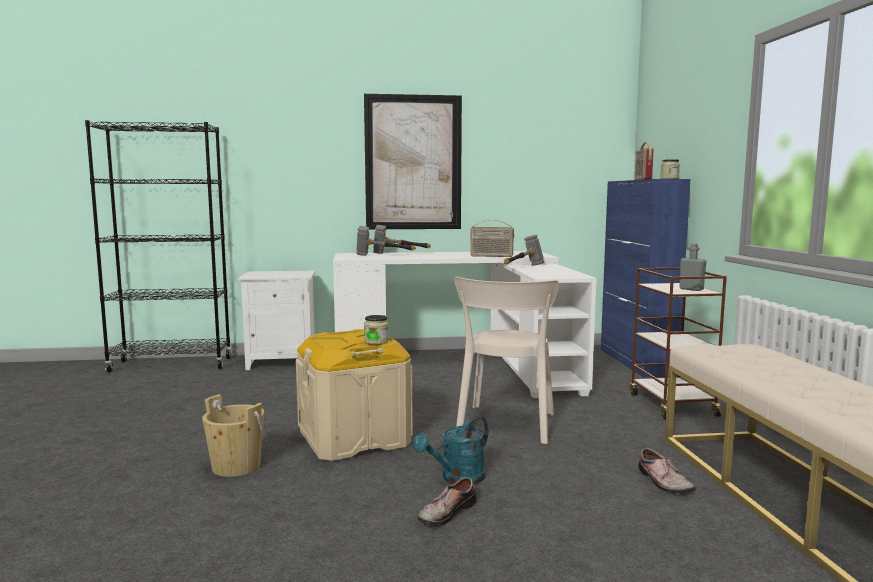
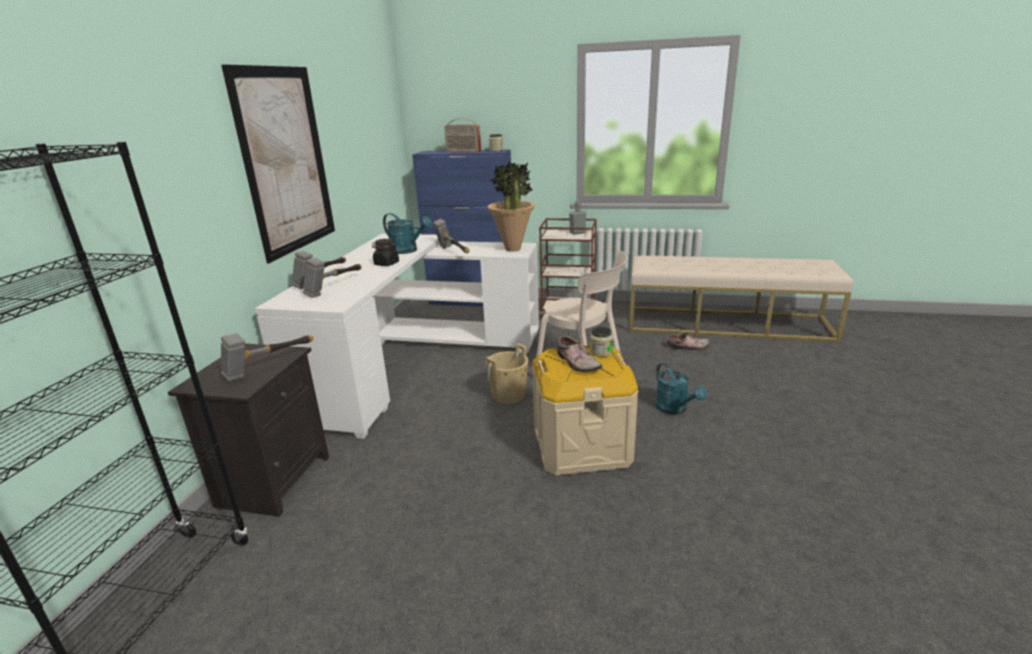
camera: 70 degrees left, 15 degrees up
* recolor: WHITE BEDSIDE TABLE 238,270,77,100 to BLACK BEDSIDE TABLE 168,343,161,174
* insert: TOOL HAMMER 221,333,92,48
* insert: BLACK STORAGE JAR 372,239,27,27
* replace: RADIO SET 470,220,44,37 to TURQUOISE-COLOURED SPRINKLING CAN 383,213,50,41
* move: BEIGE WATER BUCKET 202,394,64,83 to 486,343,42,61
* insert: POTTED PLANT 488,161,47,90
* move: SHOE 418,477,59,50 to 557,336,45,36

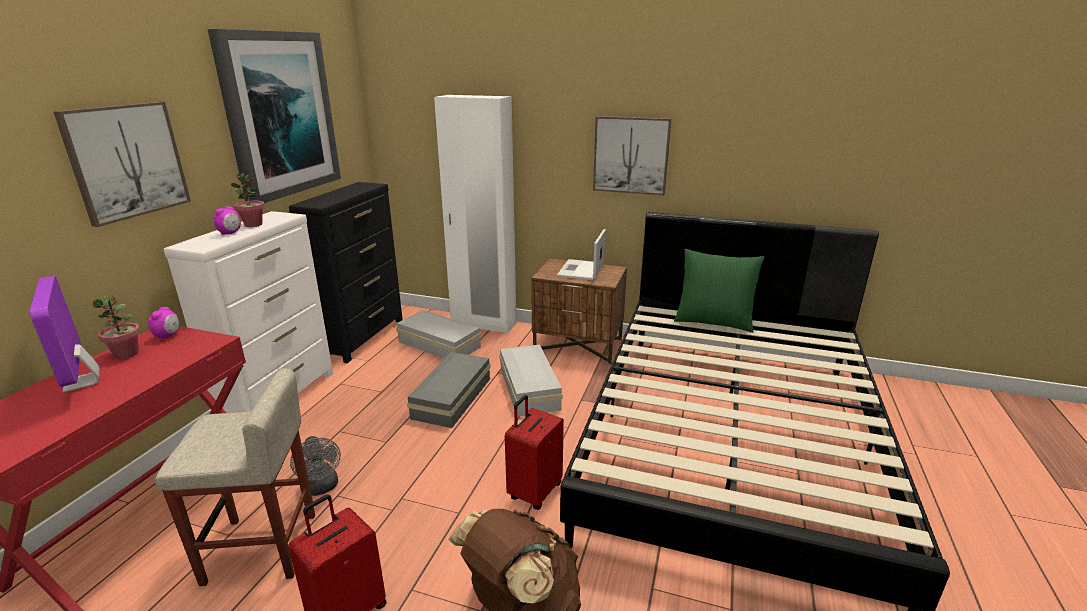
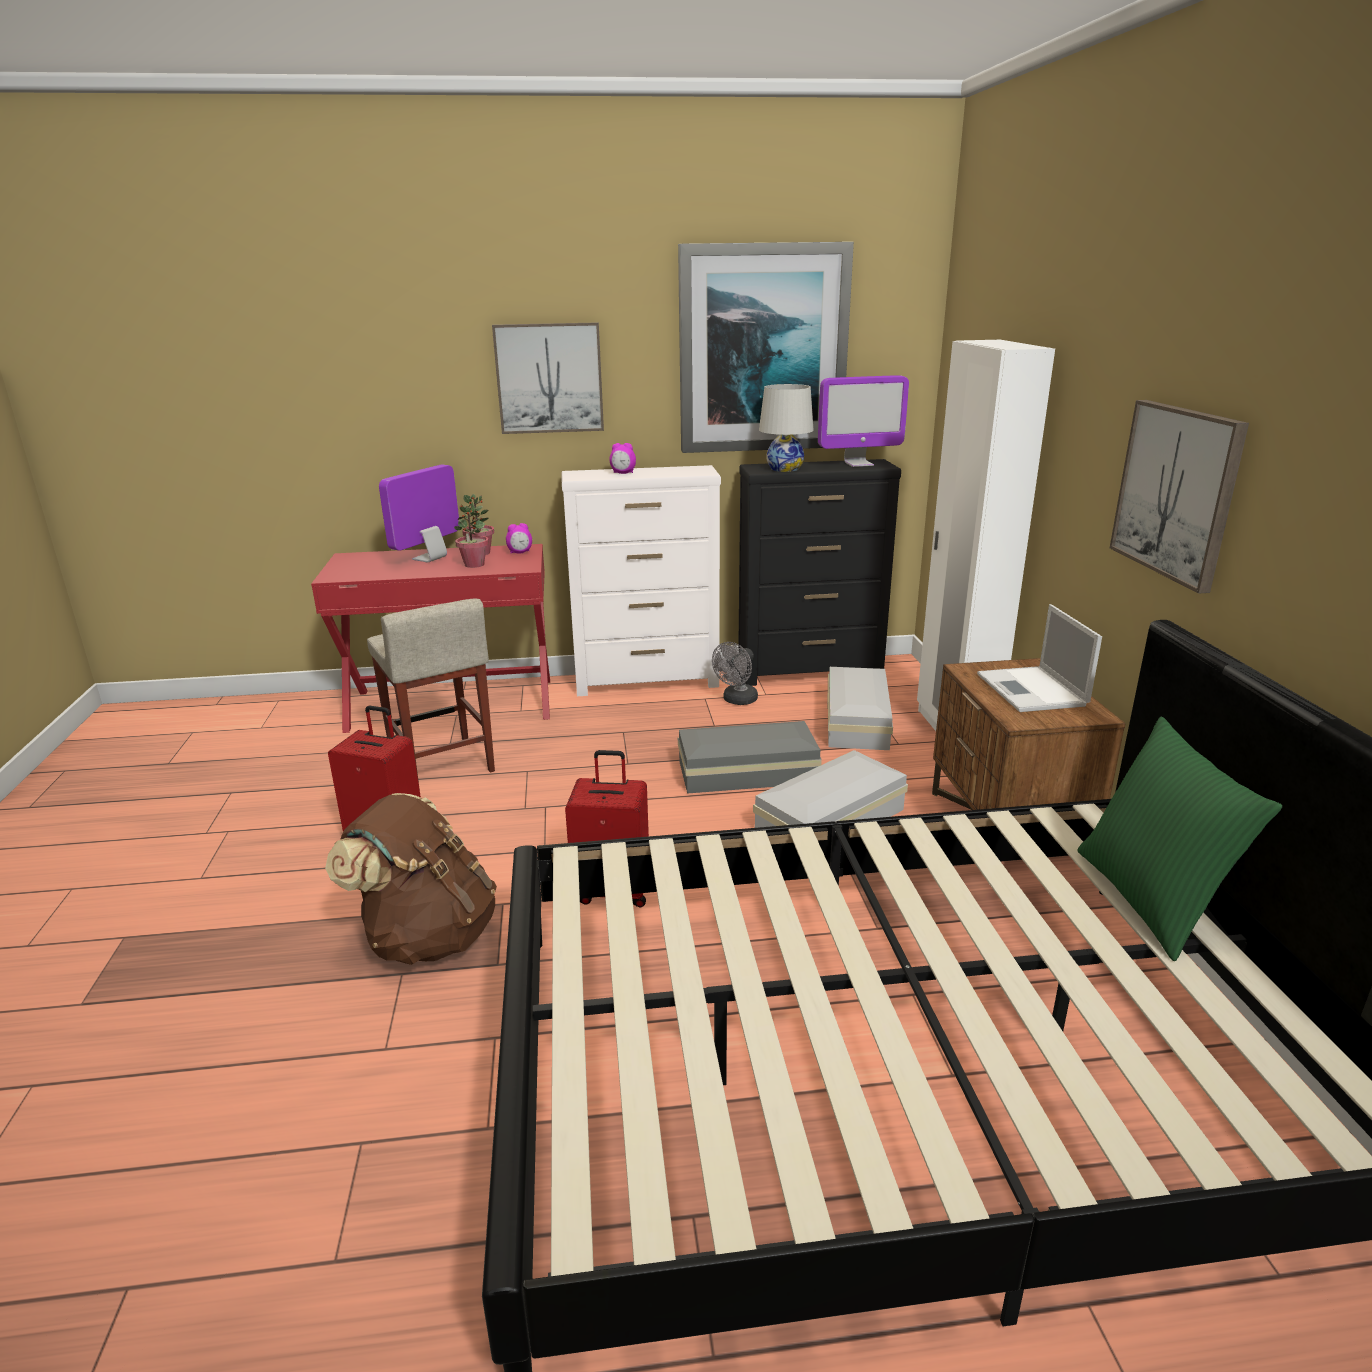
camera: 65 degrees right, 0 degrees up
* move: POTTED PLANT 231,173,34,54 to 454,502,35,66
* move: GREY FAN 290,436,51,60 to 712,642,46,63
* insert: WHITE TABLE LAMP 759,384,54,88
* insert: MONITOR 818,375,91,92
* rotate: PORTABLE COMPUTER 557,229,49,52 = 977,604,125,108 90 degrees counterclockwise

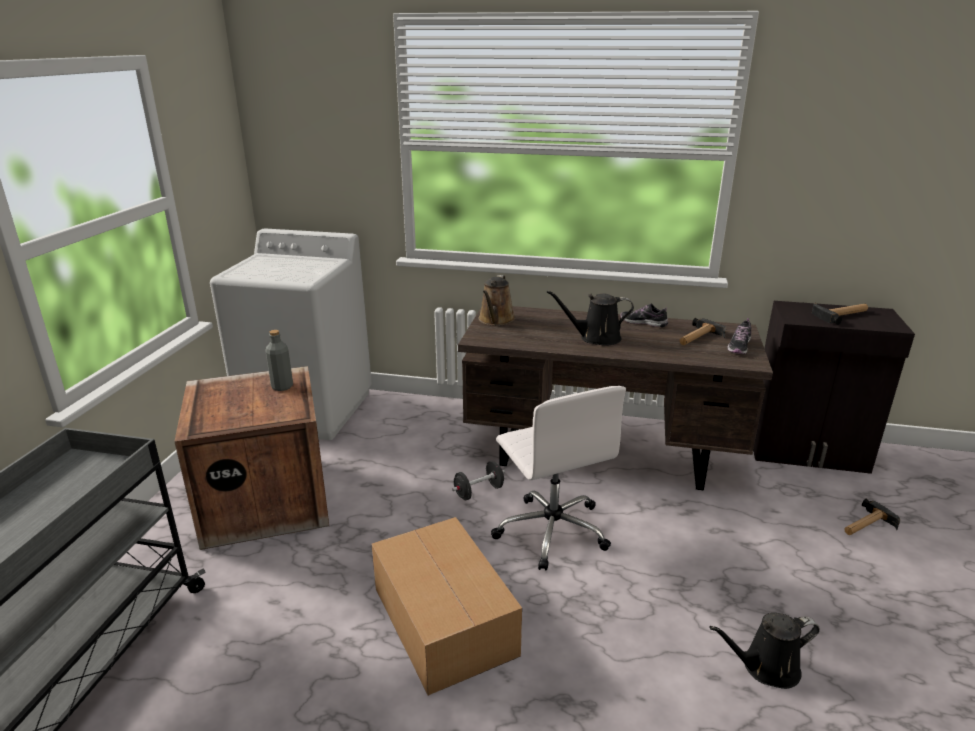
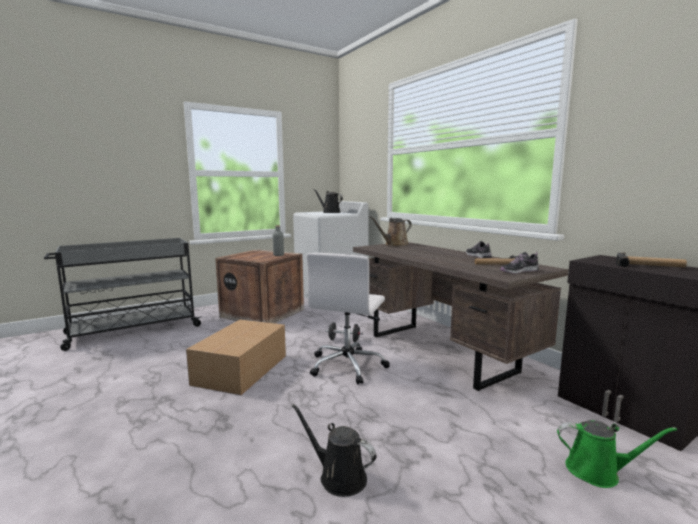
camera: 45 degrees right, 15 degrees down
* move: BLACK SPRINKLING CAN 547,291,87,55 to 314,189,29,24
* replace: TOOL HAMMER 844,499,56,36 to GREEN SPRINKLING CAN 557,420,120,68

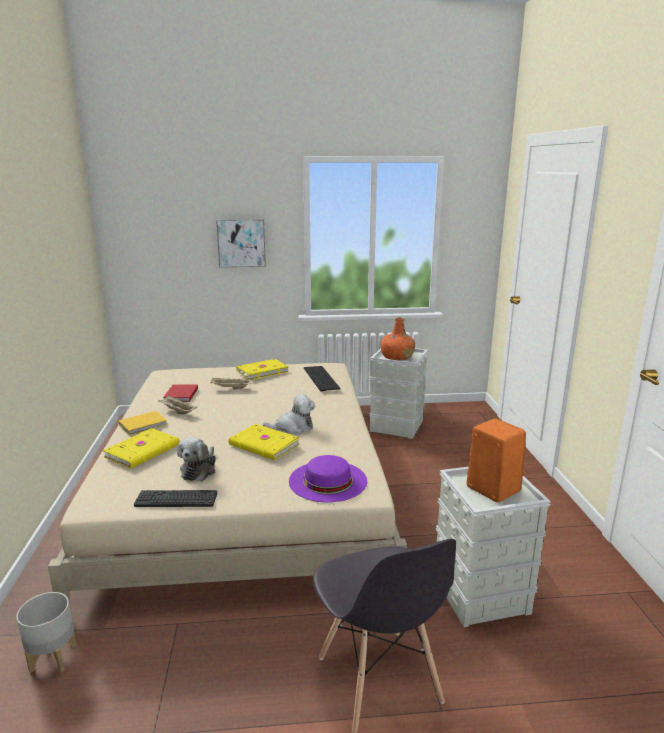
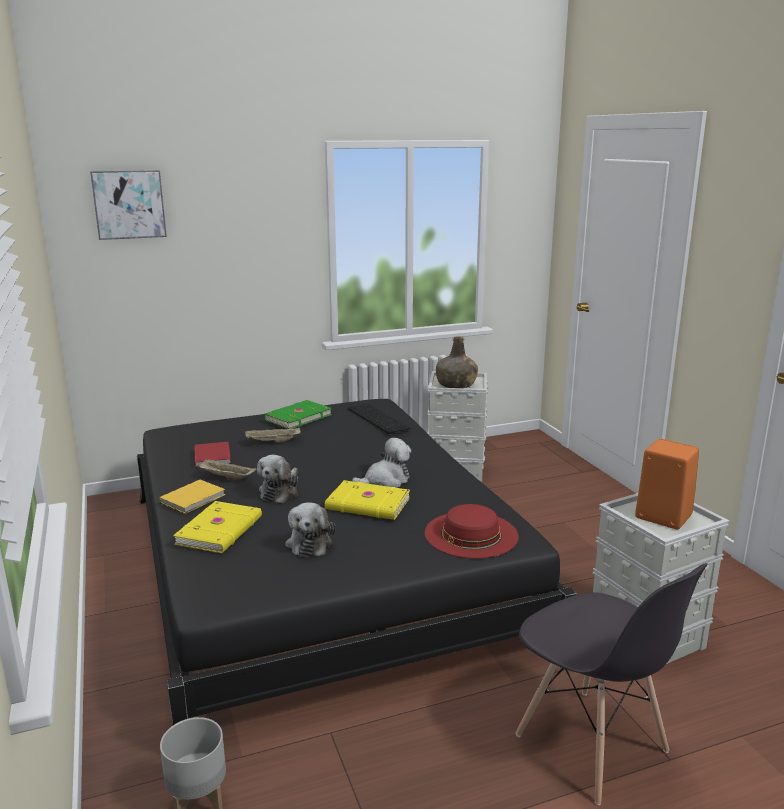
camera: 15 degrees left, 0 degrees up
* move: PICTURE 216,219,50,48 to 90,170,77,70
* recolor: BEIGE BED 48,363,359,240 to BLACK BED 137,399,440,327
* insert: CUDDLY TOY 257,455,41,48
* recolor: YELLOW BOOK 236,359,53,21 to GREEN BOOK 264,400,68,29
* recolor: PURPLE-COLOURED HAT 289,455,78,47 to RED HAT 425,504,94,54
* recolor: ORANGE-COLOURED BOTTLE 381,317,34,43 to GREEN BOTTLE 436,336,42,52
* delete: COMPUTER KEYBOARD 134,490,83,17

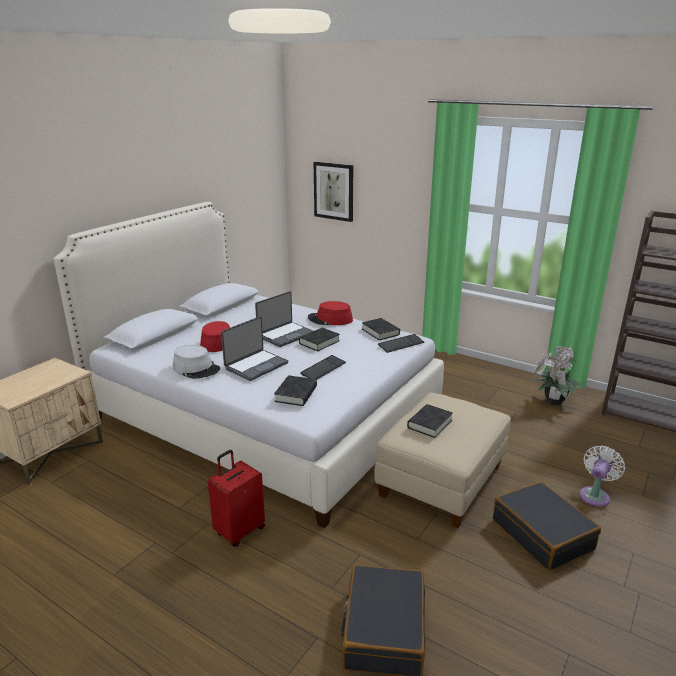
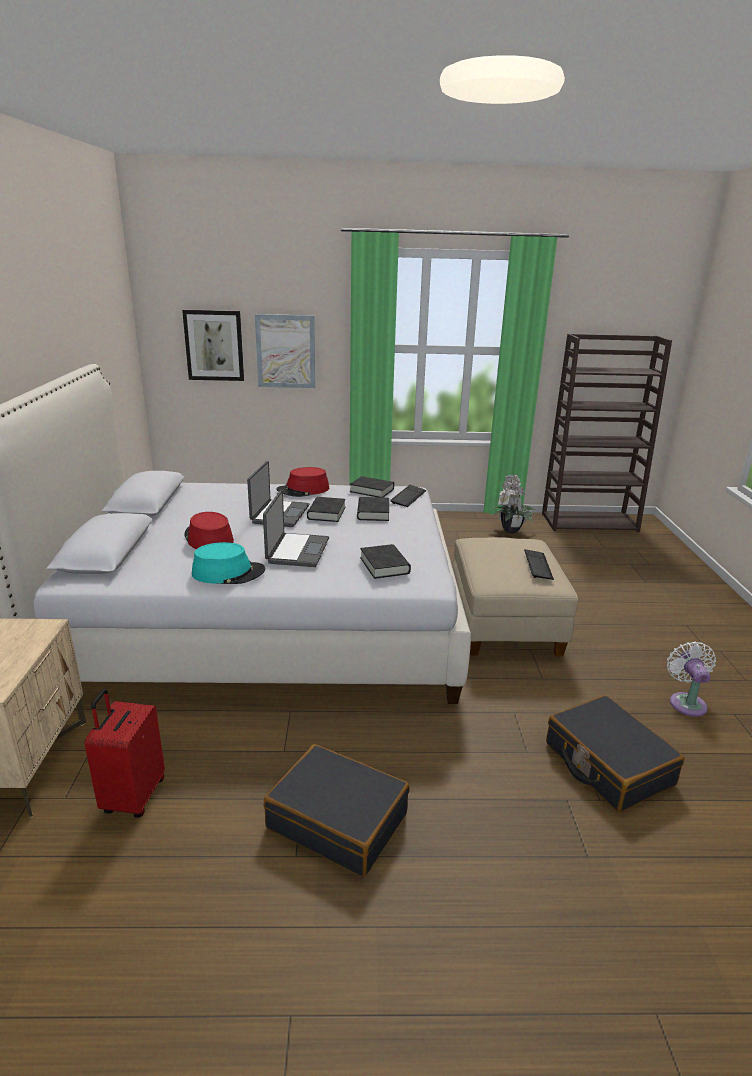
camera: 35 degrees left, 0 degrees up
* move: RED SUITCASE 208,450,57,97 to 84,689,81,129
* recolor: GREY HAT 173,345,47,34 to TURQUOISE-COLOURED HAT 192,542,73,42
* insert: PICTURE 255,314,60,74
* move: BLACK SUITCASE 493,481,108,89 to 264,744,146,132
* move: BLACK BOOK 407,404,46,34 to 357,497,32,24
* move: COMPUTER KEYBOARD 300,355,46,25 to 524,549,30,31
* move: WHITE FAN 579,445,46,62 to 667,641,49,76

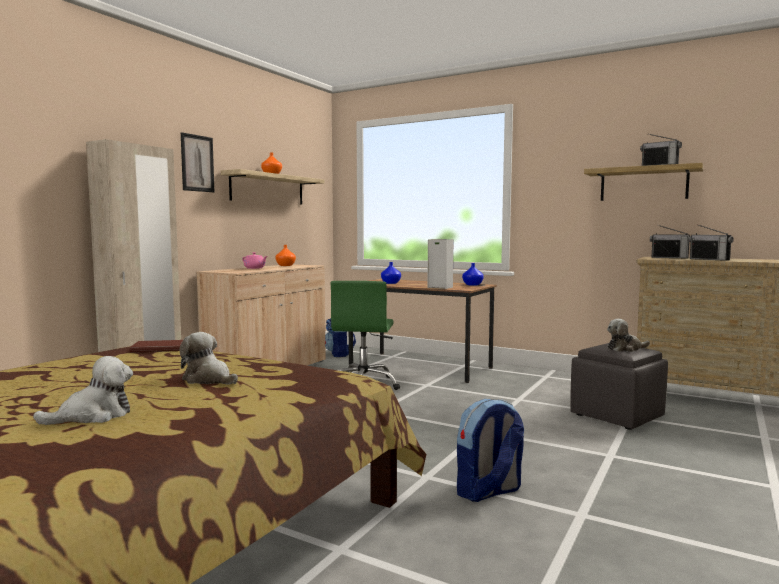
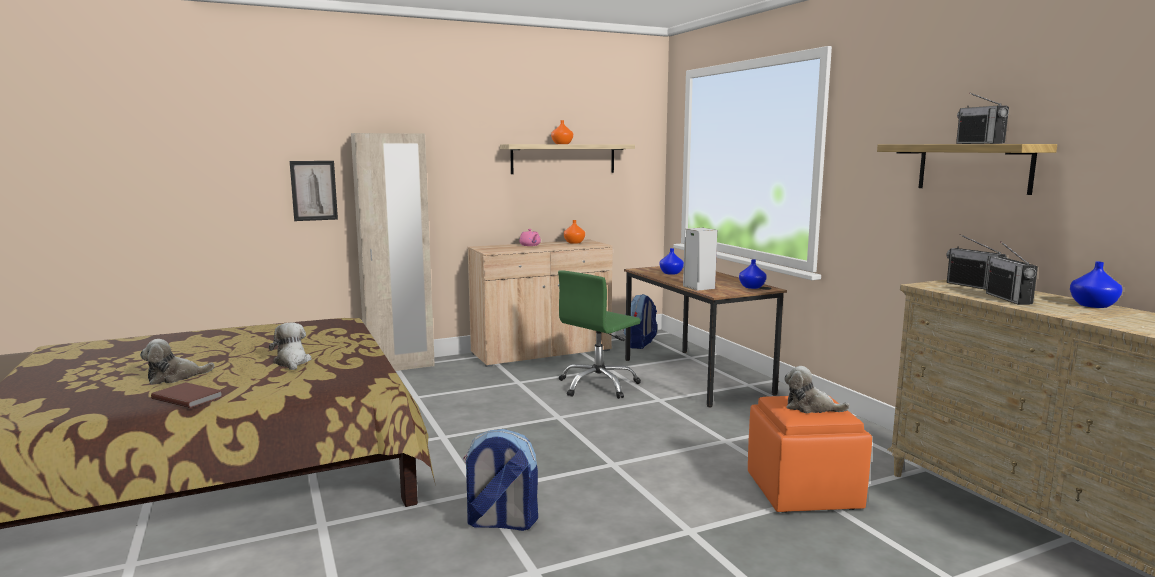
camera: 35 degrees right, 5 degrees up
* rotate: CUDDLY TOY 33,356,100,69 = 140,339,75,46 150 degrees clockwise
* move: BROWN BOOK 129,340,54,13 to 151,382,72,26
* move: PICTURE 181,132,33,60 to 290,161,48,60
* recolor: GREY FOOTREST 570,343,98,87 to ORANGE-COLOURED FOOTREST 748,395,124,118
* insert: BLUISH VASE 1070,262,53,46

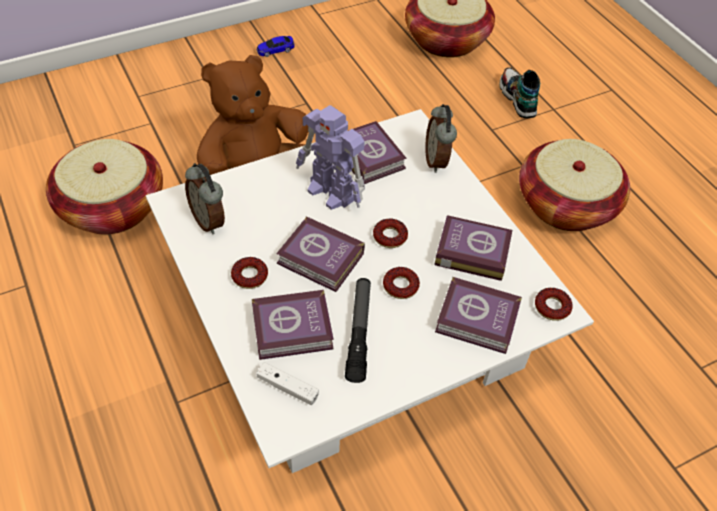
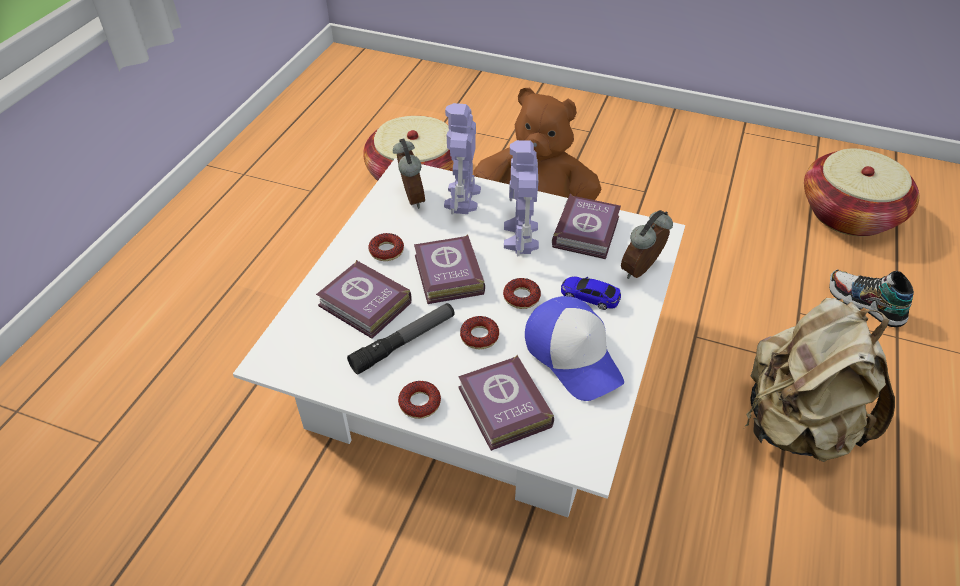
camera: 50 degrees right, 5 degrees down
* rotate: TABLE CLOCK 185,163,40,71 = 393,139,32,70 150 degrees clockwise
* move: DONUT 535,288,38,33 to 398,381,43,38
* insert: MODEL ROBOT 444,103,37,112
* replace: BOOK 434,215,78,66 to PEAKED CAP 525,296,99,105
* move: MINIATURE CAR 257,36,38,21 to 561,277,60,33
* replace: BASKET 519,139,111,92 to BEIGE KNAPSACK 744,298,151,164
* rotate: SHOE 499,68,41,50 = 829,269,85,58 75 degrees counterclockwise
* delete: WHITE GAMEPAD 256,362,63,43

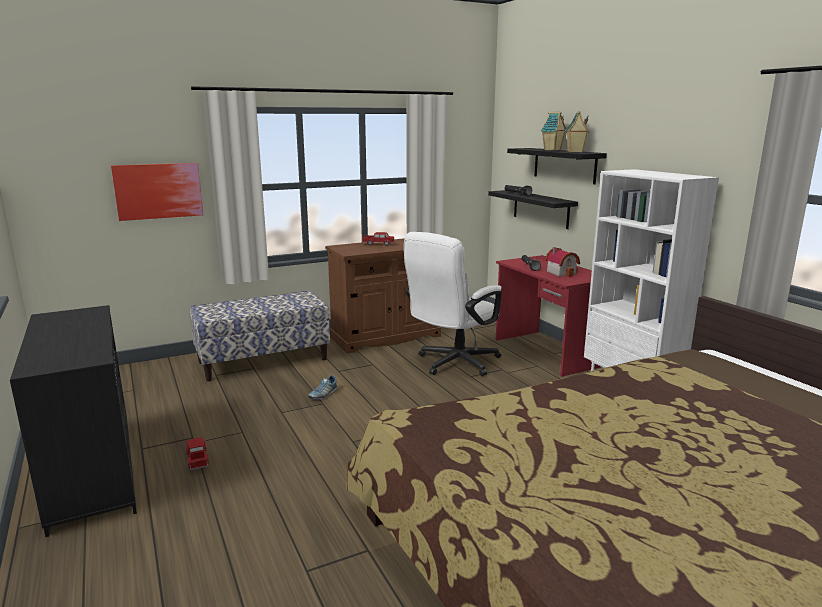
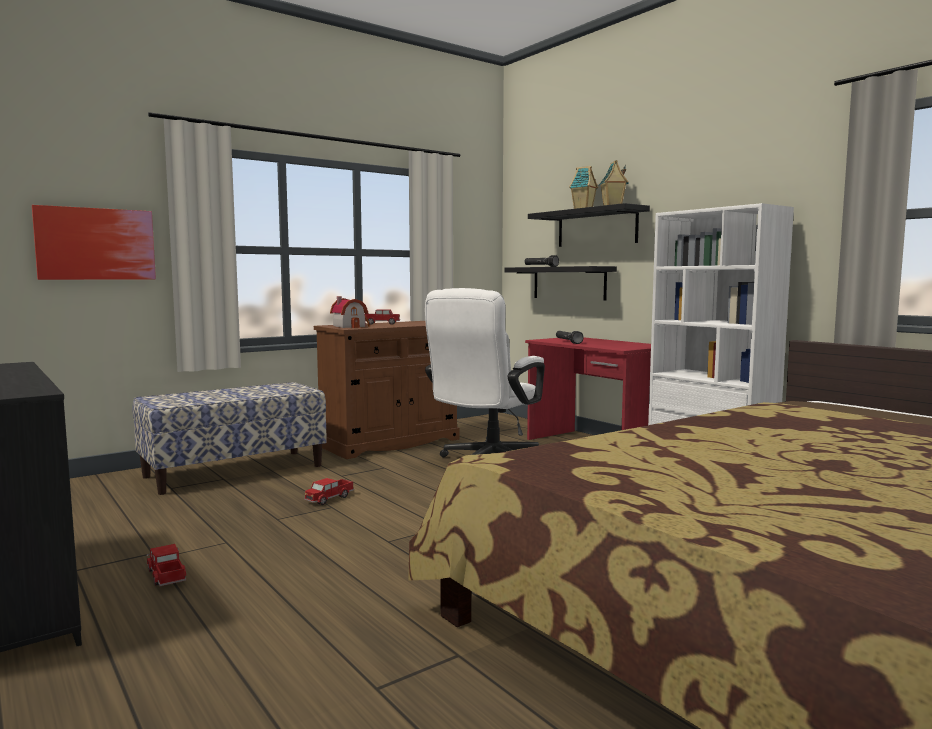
camera: 10 degrees left, 10 degrees down
* replace: SHOE 308,375,29,25 to TOY LORRY 304,478,50,27
* move: MINIATURE HOUSE 545,247,35,30 to 330,296,40,32

